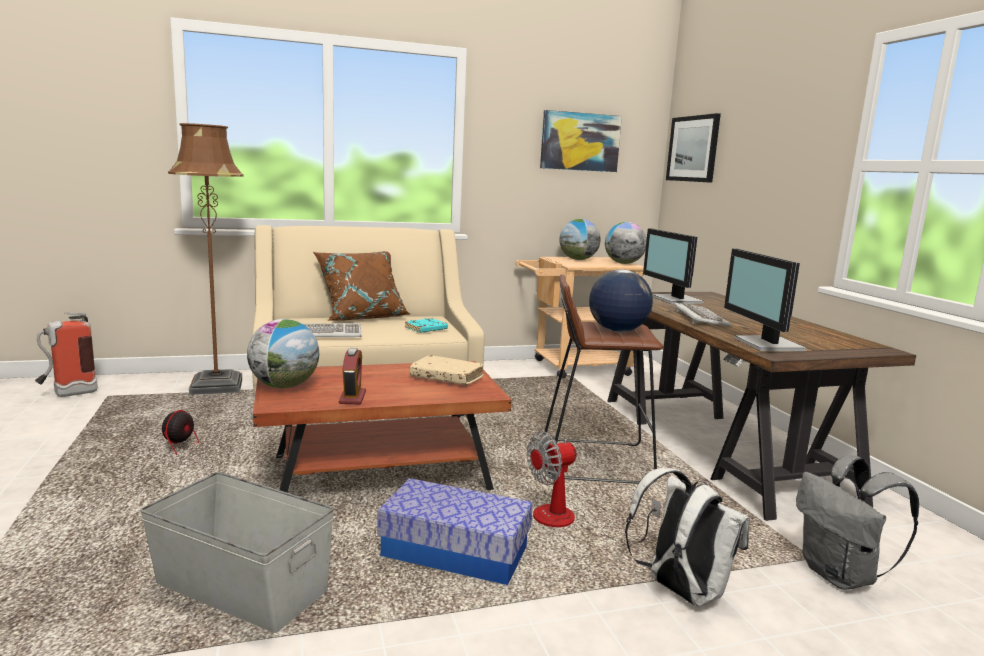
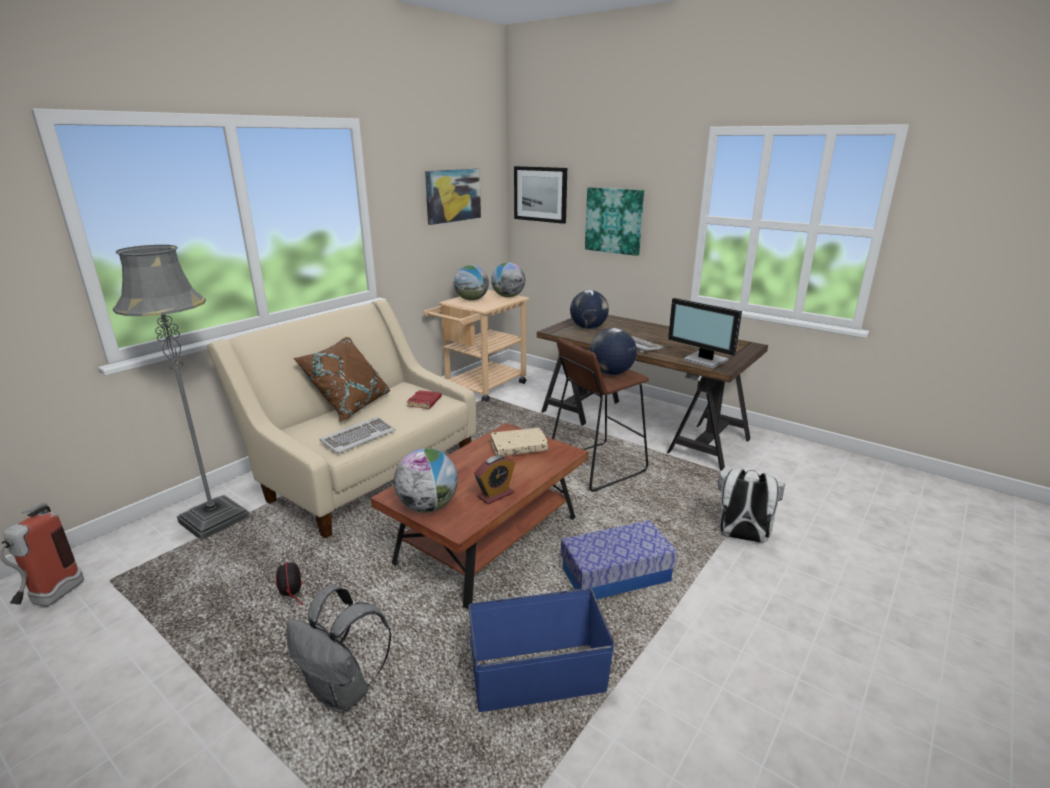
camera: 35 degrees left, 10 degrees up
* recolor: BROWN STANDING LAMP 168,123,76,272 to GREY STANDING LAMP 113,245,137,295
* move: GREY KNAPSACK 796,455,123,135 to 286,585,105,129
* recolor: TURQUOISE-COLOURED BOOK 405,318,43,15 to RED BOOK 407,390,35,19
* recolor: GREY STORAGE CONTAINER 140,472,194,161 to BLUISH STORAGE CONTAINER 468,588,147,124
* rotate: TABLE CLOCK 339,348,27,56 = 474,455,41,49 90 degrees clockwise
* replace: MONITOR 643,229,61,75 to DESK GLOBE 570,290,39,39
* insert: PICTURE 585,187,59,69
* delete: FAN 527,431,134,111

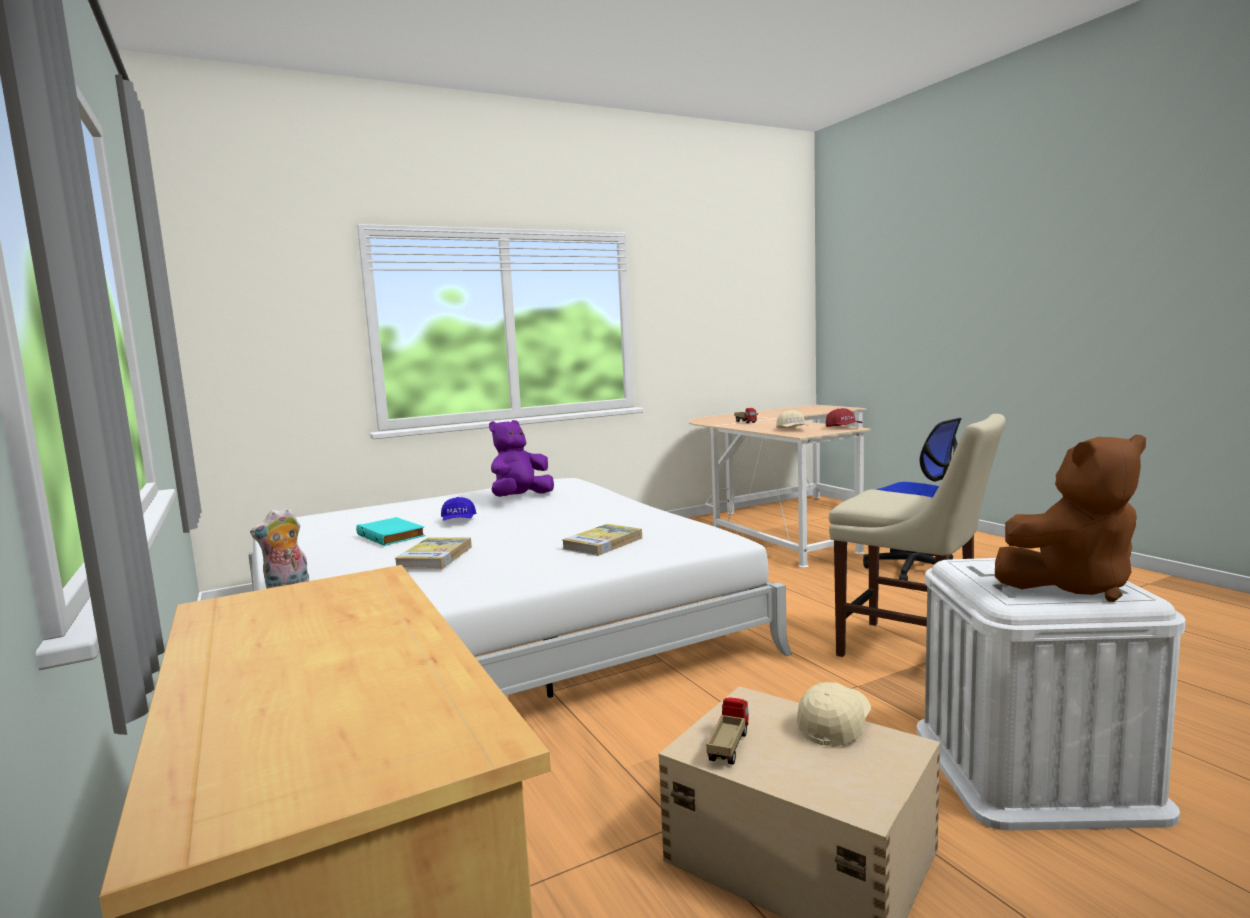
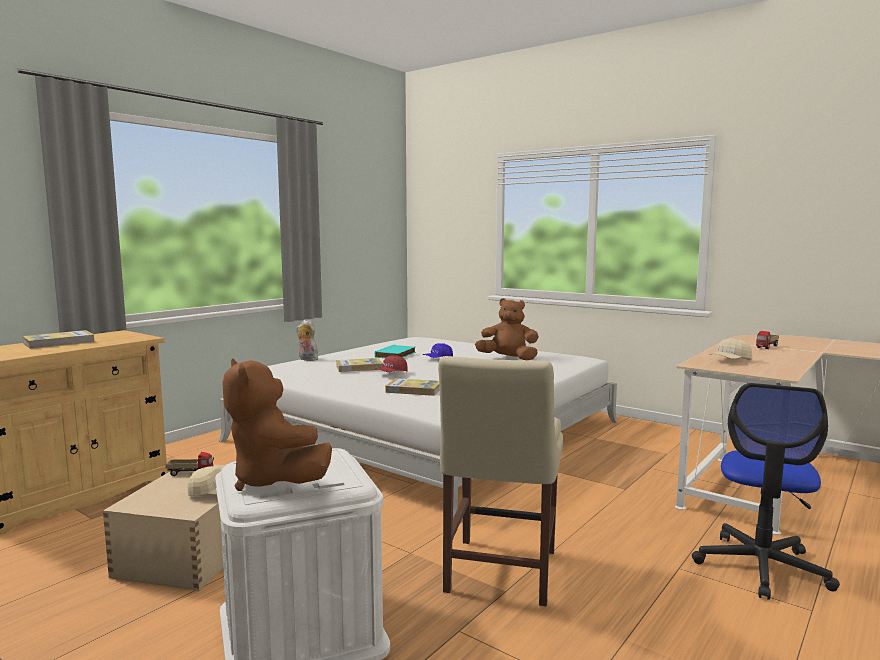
camera: 65 degrees right, 0 degrees up
* insert: BOOK 23,330,72,19
* move: RED PEAKED CAP 826,408,36,19 to 375,356,33,16
* recolor: PURPLE-COLOURED CUDDLY TOY 489,420,65,77 to BROWN CUDDLY TOY 475,298,64,62

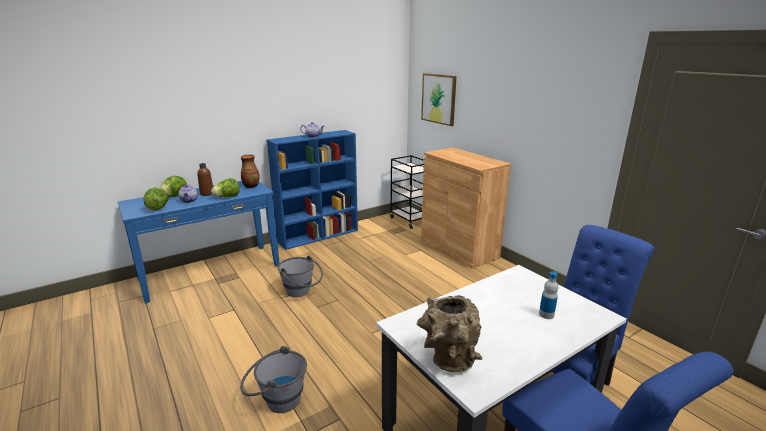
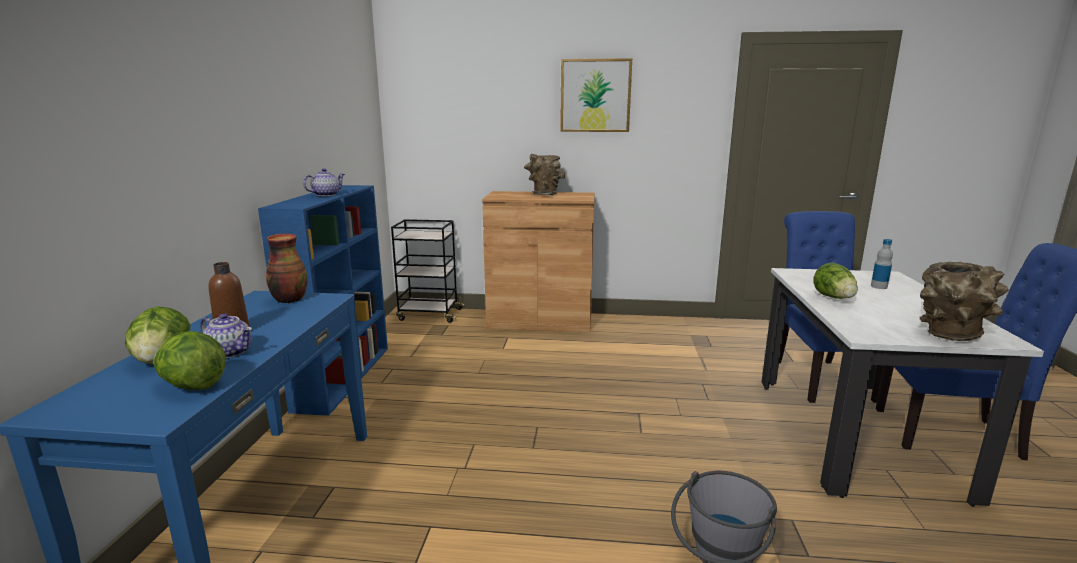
camera: 50 degrees left, 5 degrees down
* insert: BROWN VASE 524,154,41,41
* move: PICTURE 421,73,36,53 to 560,58,72,74
* move: HEAD OF LETTUCE 211,178,29,19 to 813,262,45,37
* delete: GREY WATER BUCKET 278,256,45,41

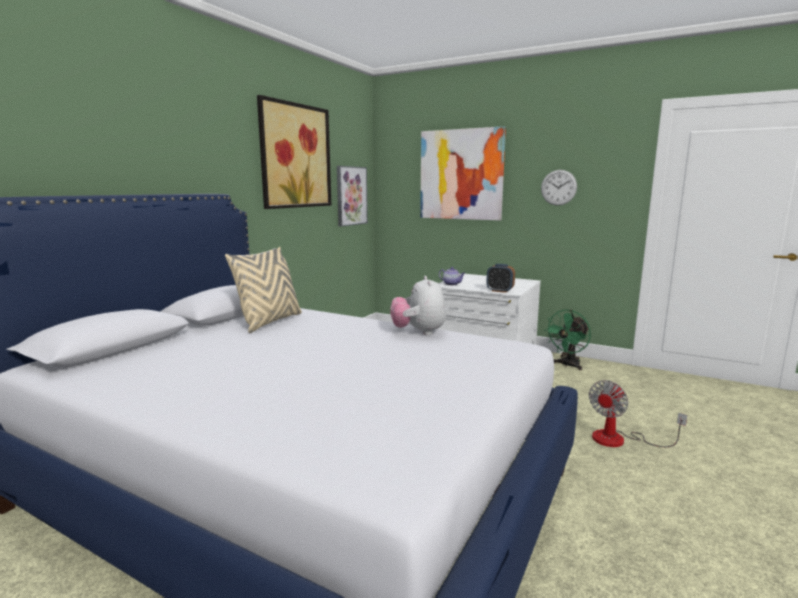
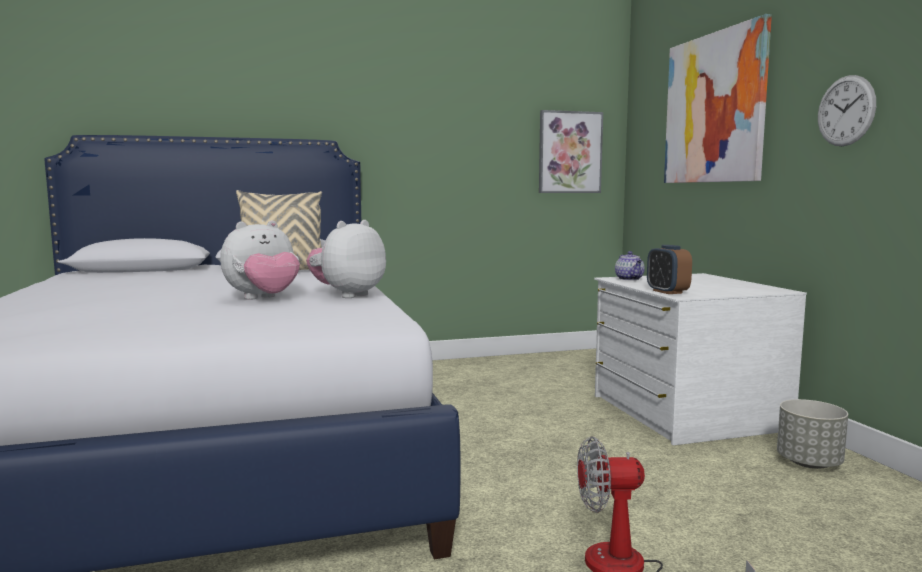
camera: 45 degrees right, 5 degrees down
* insert: CUDDLY TOY 220,221,80,79
* replace: GREEN FAN 544,310,47,60 to GREY PLANT POT 777,399,71,70
* delete: PICTURE 257,95,74,114

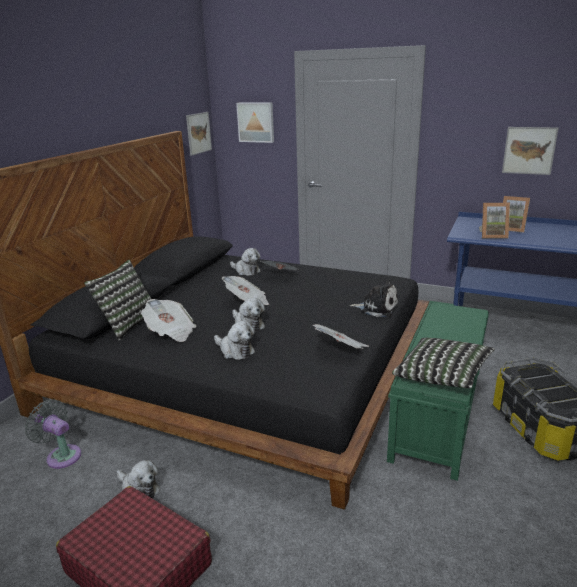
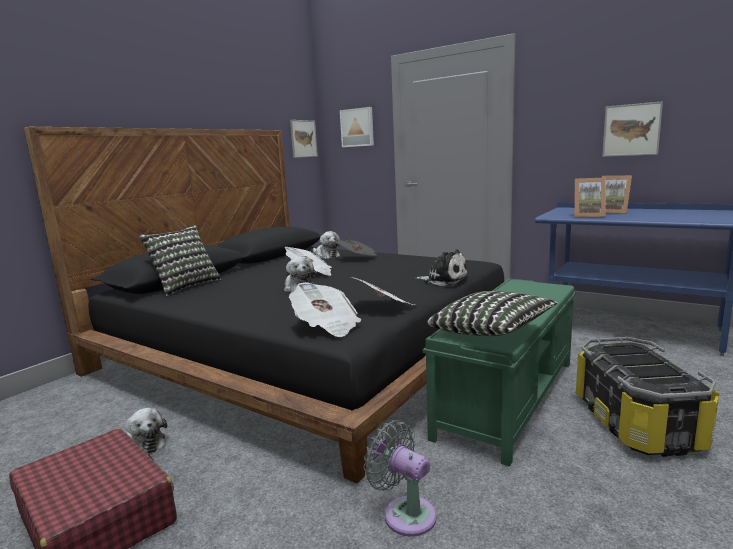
camera: 10 degrees right, 10 degrees down
* move: PRINTED PAPER 141,299,55,43 to 289,282,72,55
* move: GREY FAN 25,400,57,69 to 363,420,74,117
* delete: CUDDLY TOY 214,321,41,39

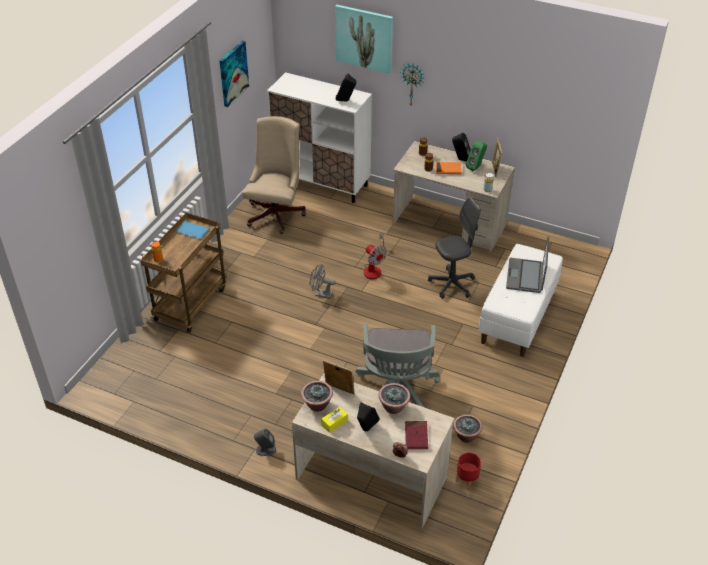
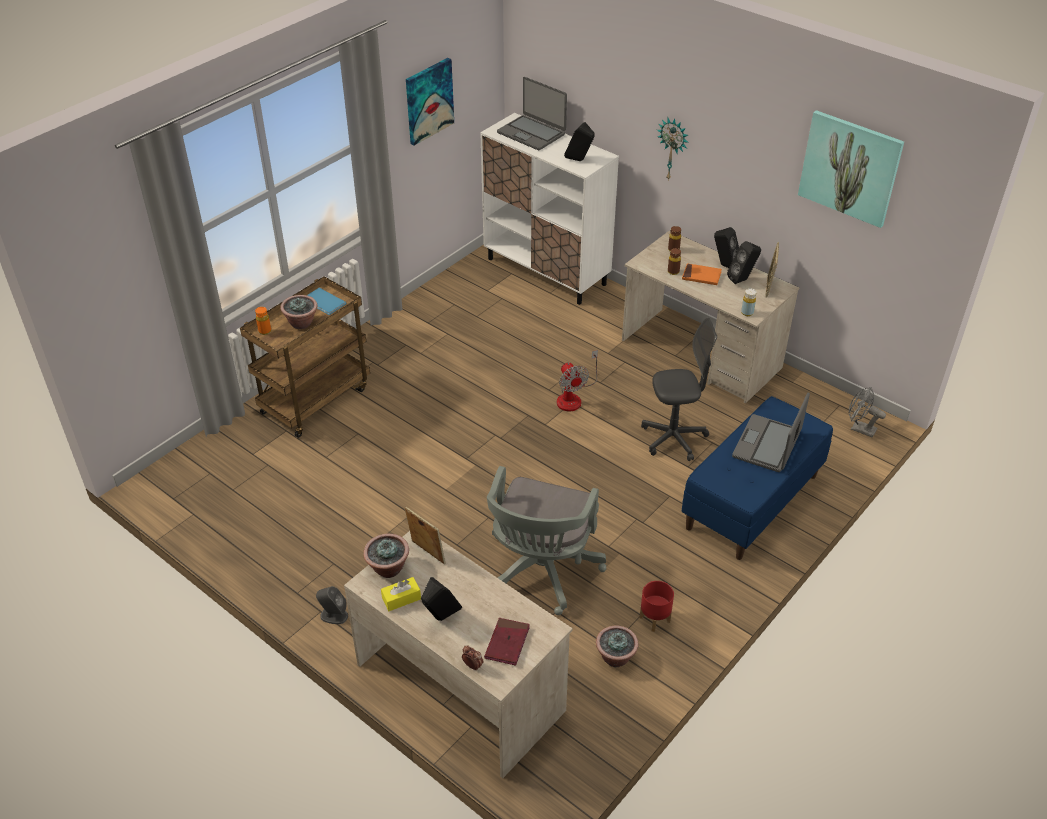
camera: 15 degrees right, 0 degrees up
* move: POTTED PLANT 378,383,32,31 to 280,295,38,34
* insert: PORTABLE COMPUTER 497,77,70,73
* move: RED PLANT POT 456,452,25,38 to 640,581,34,51
* recolor: WHITE LONG SEAT 478,244,85,113 to BLUISH LONG SEAT 682,396,151,164
* recolor: GREEN LOUDSPEAKER 466,141,21,31 to BLACK LOUDSPEAKER 727,241,34,43
* move: PICTURE 335,5,58,69 to 798,110,106,118
* move: GREY FAN 310,264,25,35 to 848,387,38,50
* delete: BEIGE OFFICE CHAIR 243,116,63,118

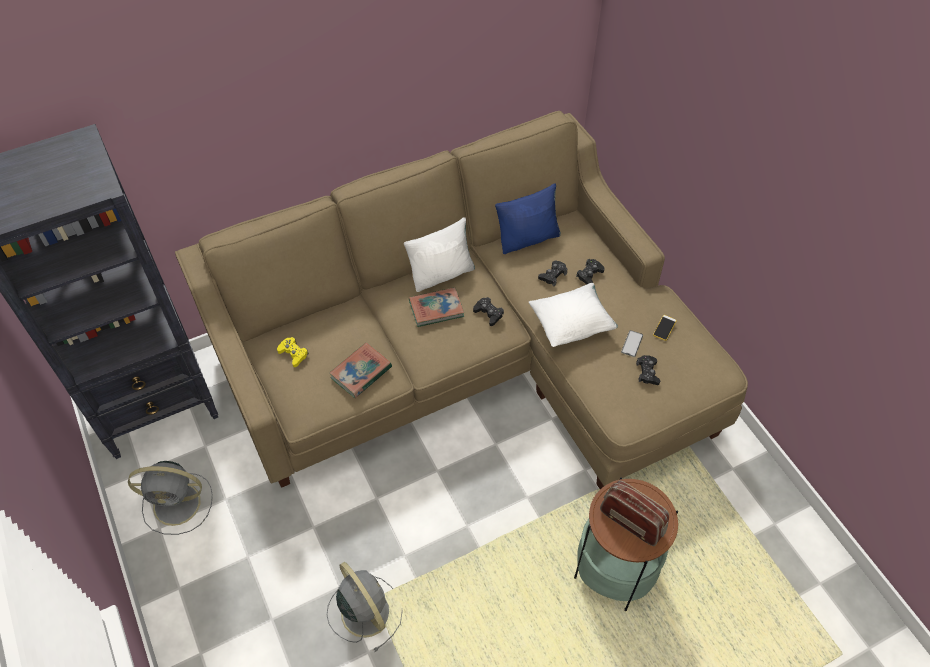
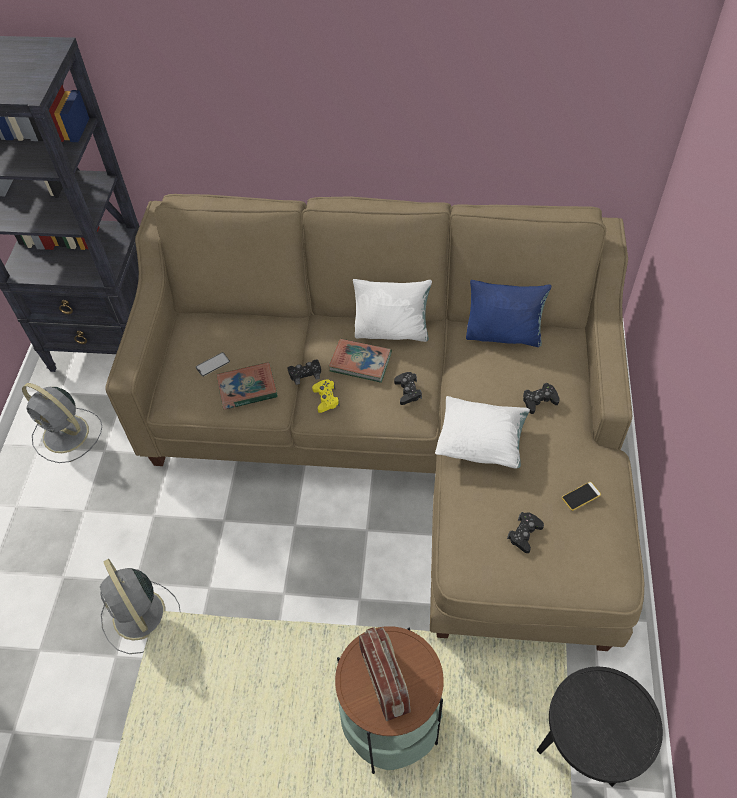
camera: 35 degrees right, 0 degrees up
* rotate: GREY FAN 327,562,76,90 = 100,559,81,95 150 degrees clockwise
* move: PHONE 621,330,22,27 to 196,352,34,25
* move: BLACK GAMEPAD 538,261,29,25 to 288,360,33,25
* move: YELLOW GAMEPAD 277,337,32,30 to 312,379,28,34
* insert: BLACK END TABLE 537,667,126,120

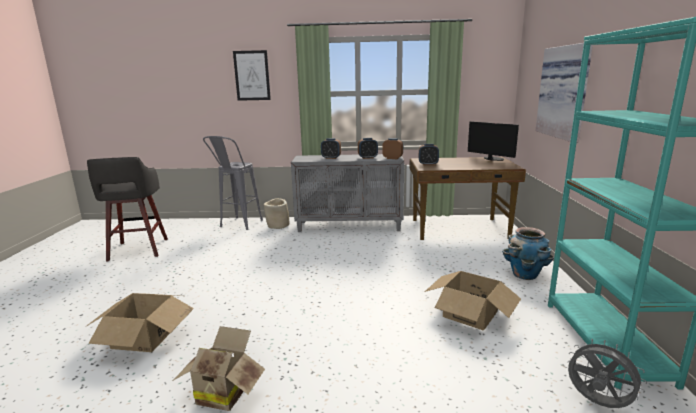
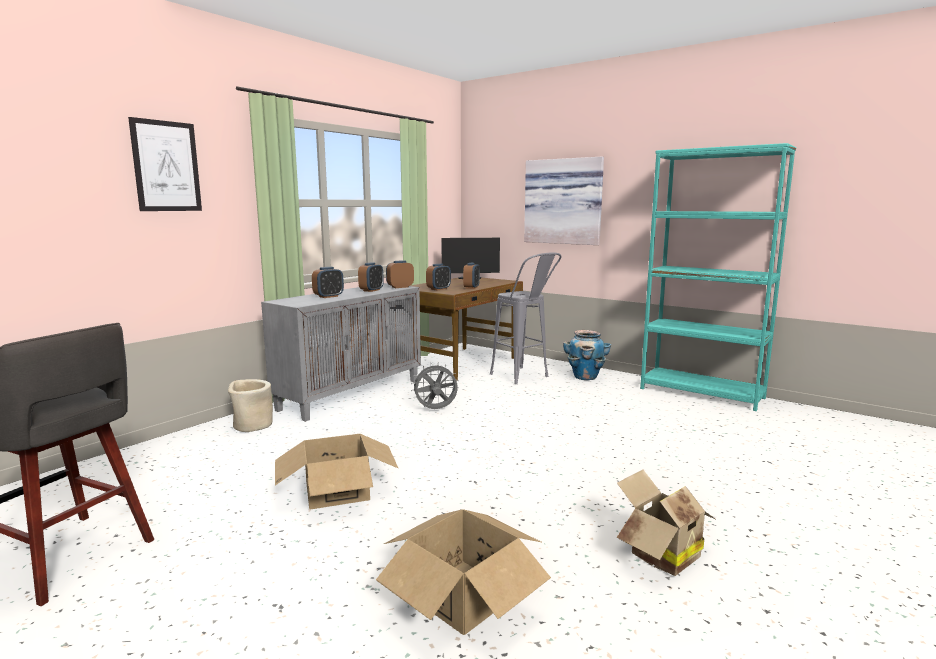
camera: 55 degrees left, 5 degrees down
* move: CARDBOARD BOX 425,271,96,59 to 275,434,124,76
* move: GREY FAN 567,339,80,69 to 411,362,47,47
* insert: TABLE CLOCK 463,263,17,26
* move: GREY STOOL SEAT 203,136,60,94 to 490,252,72,132

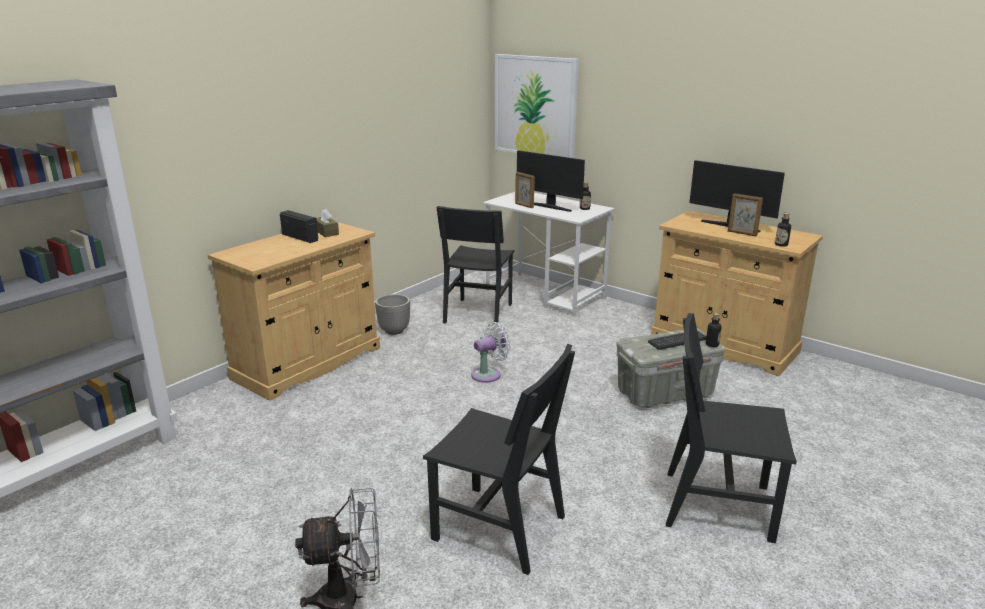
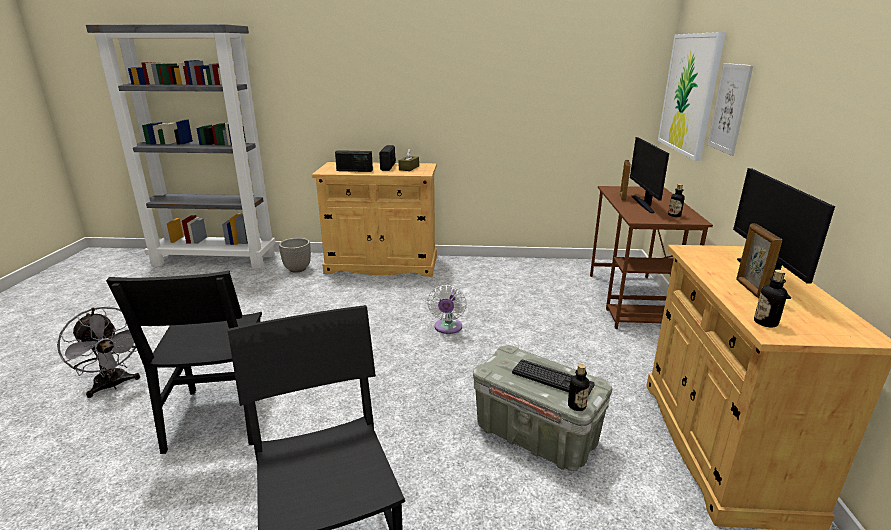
camera: 55 degrees right, 0 degrees up
* move: PLANT POT 375,294,35,41 to 279,238,32,35
* insert: RADIO SET 335,150,38,22
* rotate: WHITE FAN 471,322,40,61 = 427,285,40,49 75 degrees clockwise
* recolor: WHITE DESK UNIT 483,192,132,125 to BROWN DESK UNIT 590,186,123,143
* insert: PICTURE 707,63,46,93
* delete: BLACK PLAIN CHAIR 436,206,79,120

